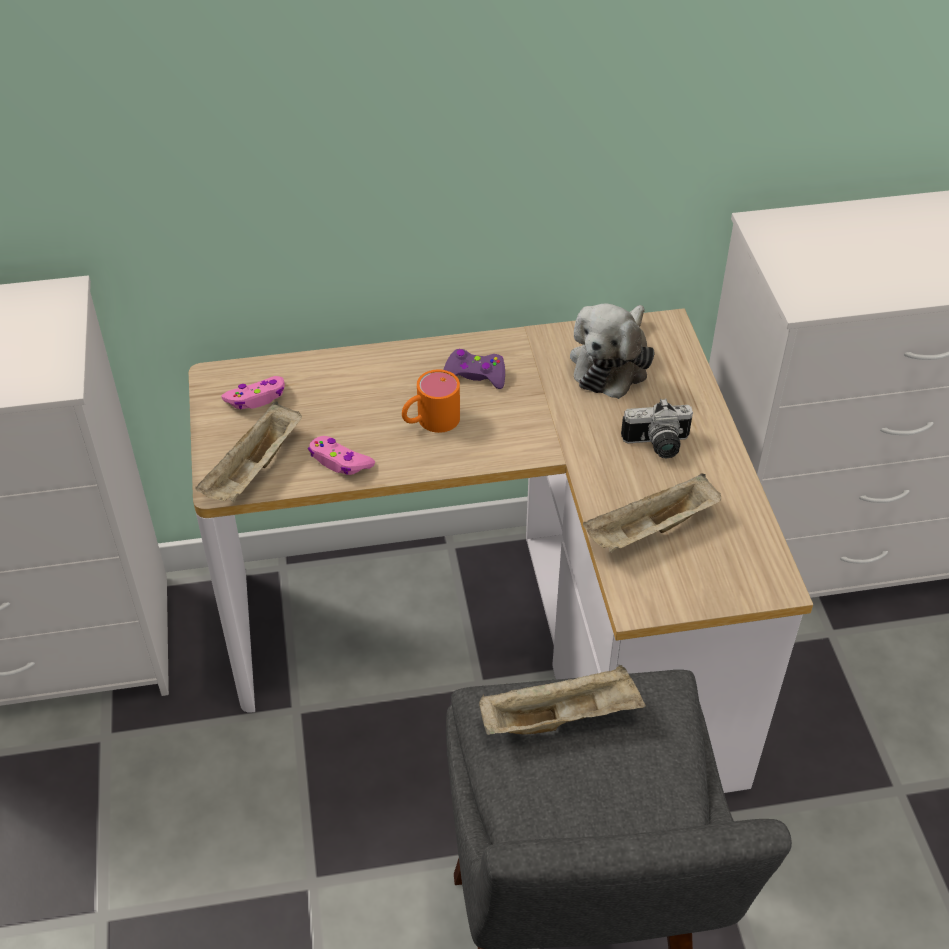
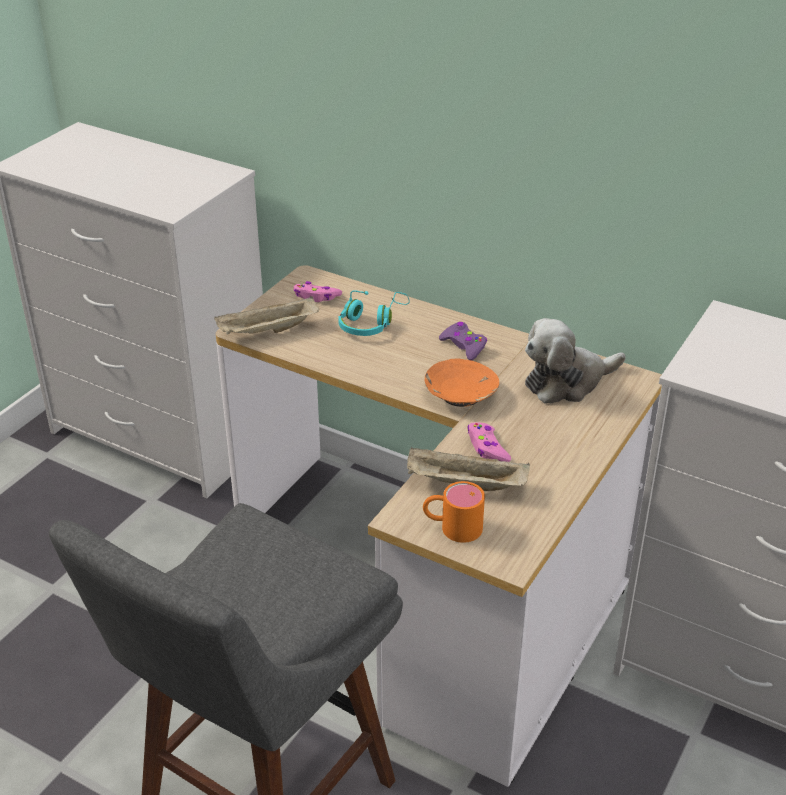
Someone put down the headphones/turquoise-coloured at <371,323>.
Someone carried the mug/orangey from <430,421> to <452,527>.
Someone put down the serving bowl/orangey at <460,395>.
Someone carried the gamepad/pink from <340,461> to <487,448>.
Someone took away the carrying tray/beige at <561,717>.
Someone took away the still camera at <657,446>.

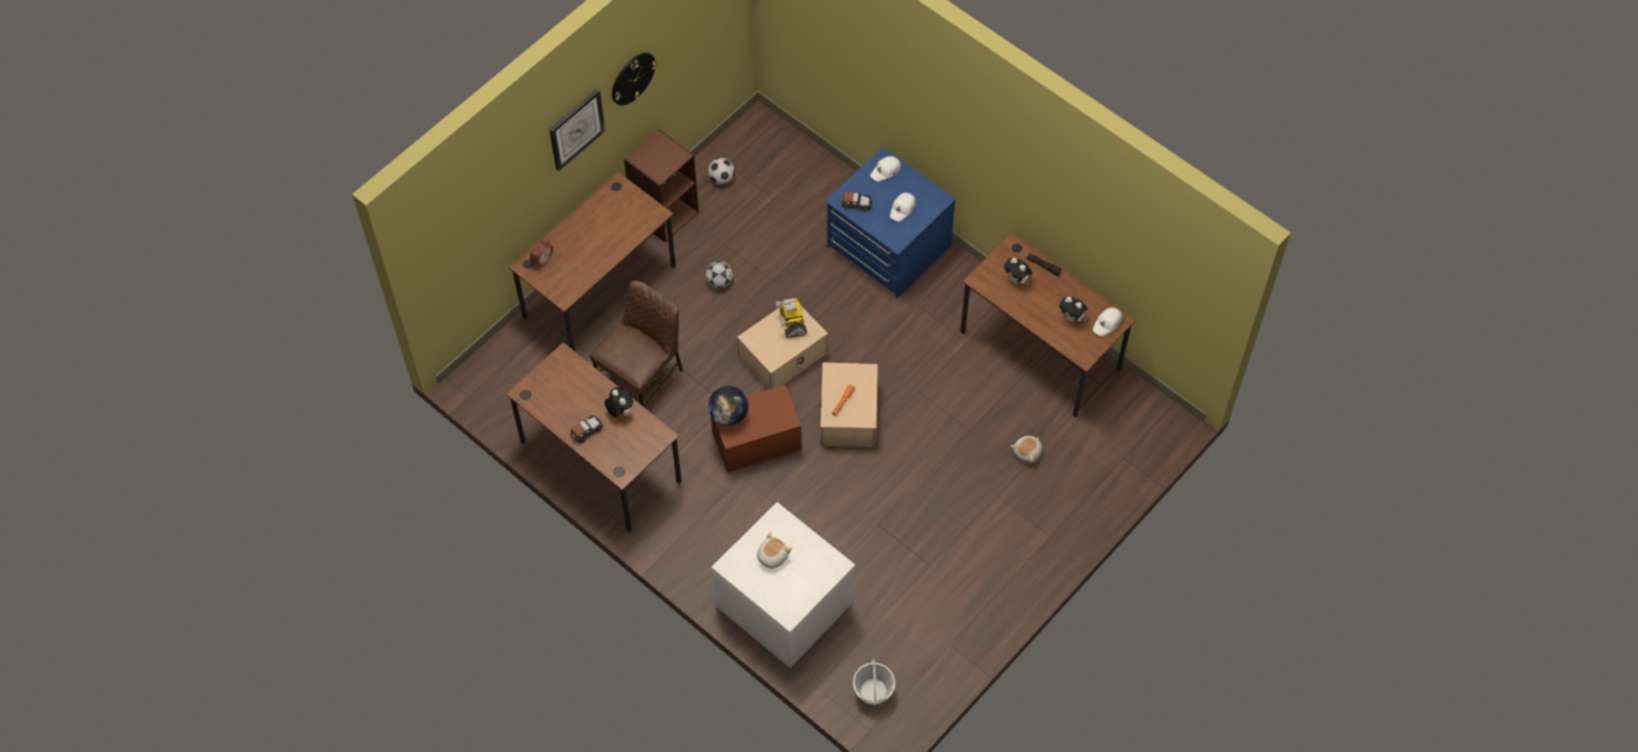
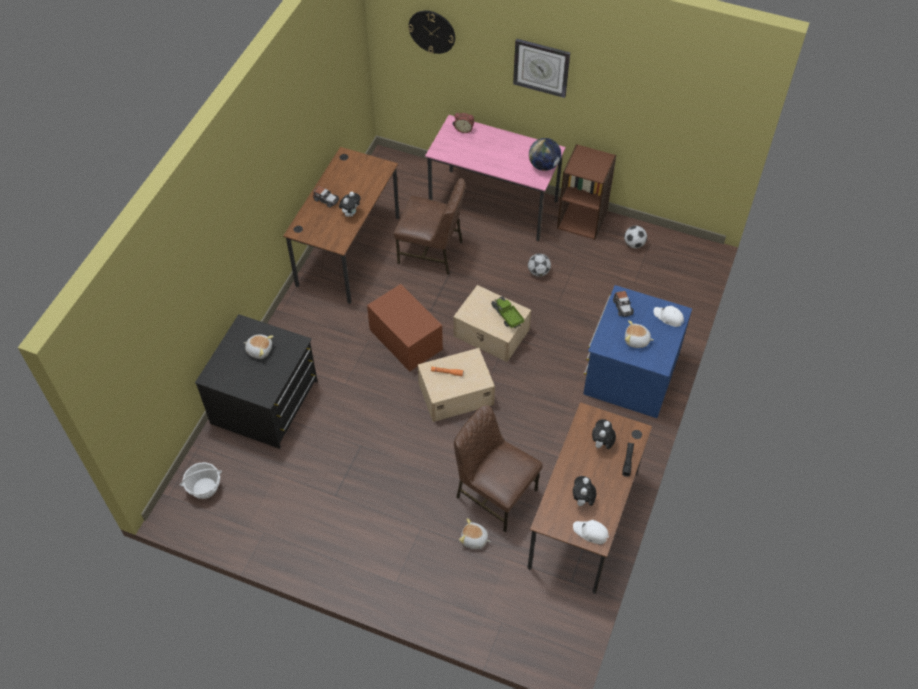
Someone repainted the drawer chest/white at <785,603>, which became the drawer chest/black at <266,403>.
Someone carried the wall clock from <632,78> to <432,31>.
Someone repainted the desk/brownish at <599,292>, which became the desk/pink at <493,204>.
Someone put down the upright chair/brownish at <495,493>.
Someone swapped the robot figure at <792,323> for the model truck at <506,316>.
Someone carried the desk globe from <729,415> to <544,165>.
Someone swapped the baseball cap/white at <903,208> for the soft toy at <636,340>.

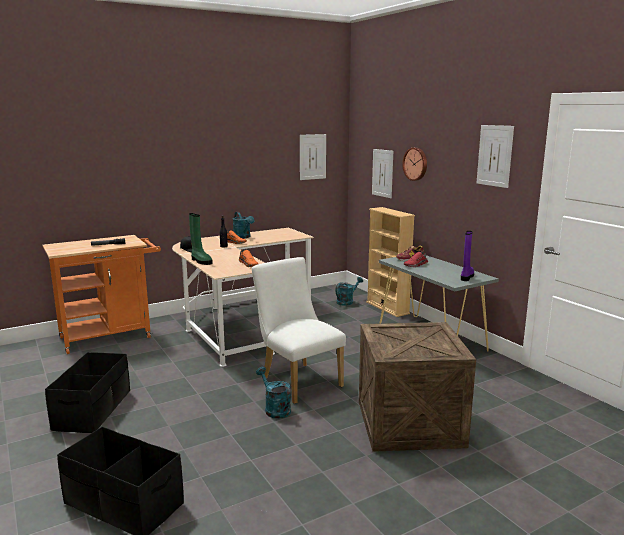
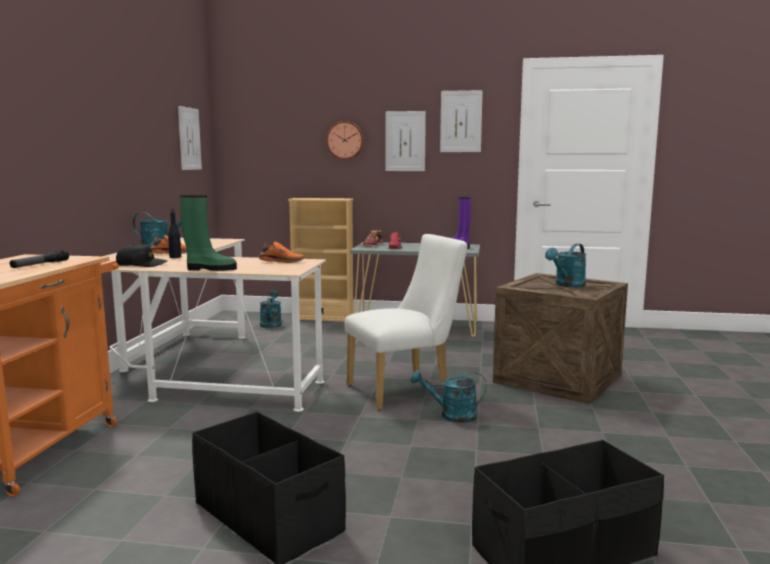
Someone rotated the upright chair/white at <297,380> by 150 degrees clockwise.
Someone carried the wall art from <382,173> to <405,141>.
Someone put down the watering can/turquoise-coloured at <567,285>.

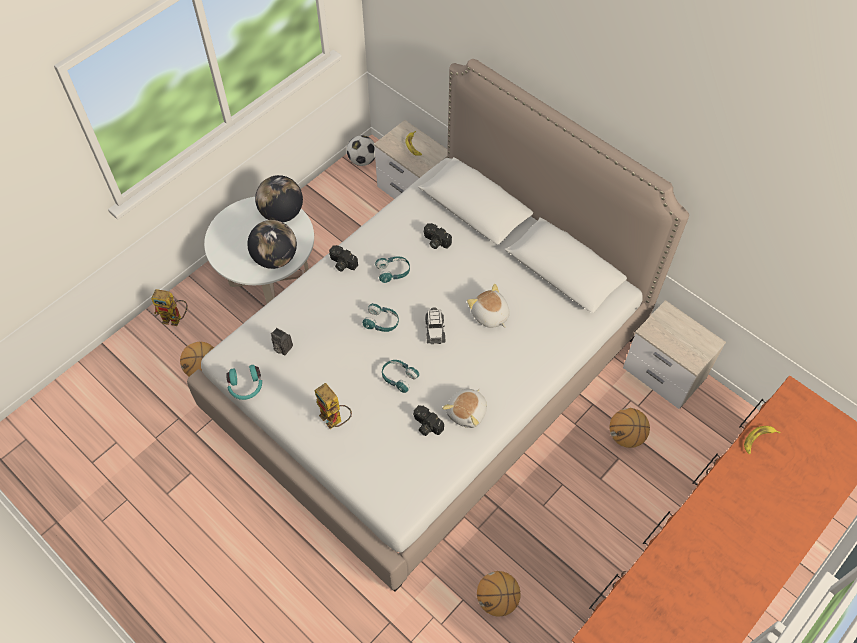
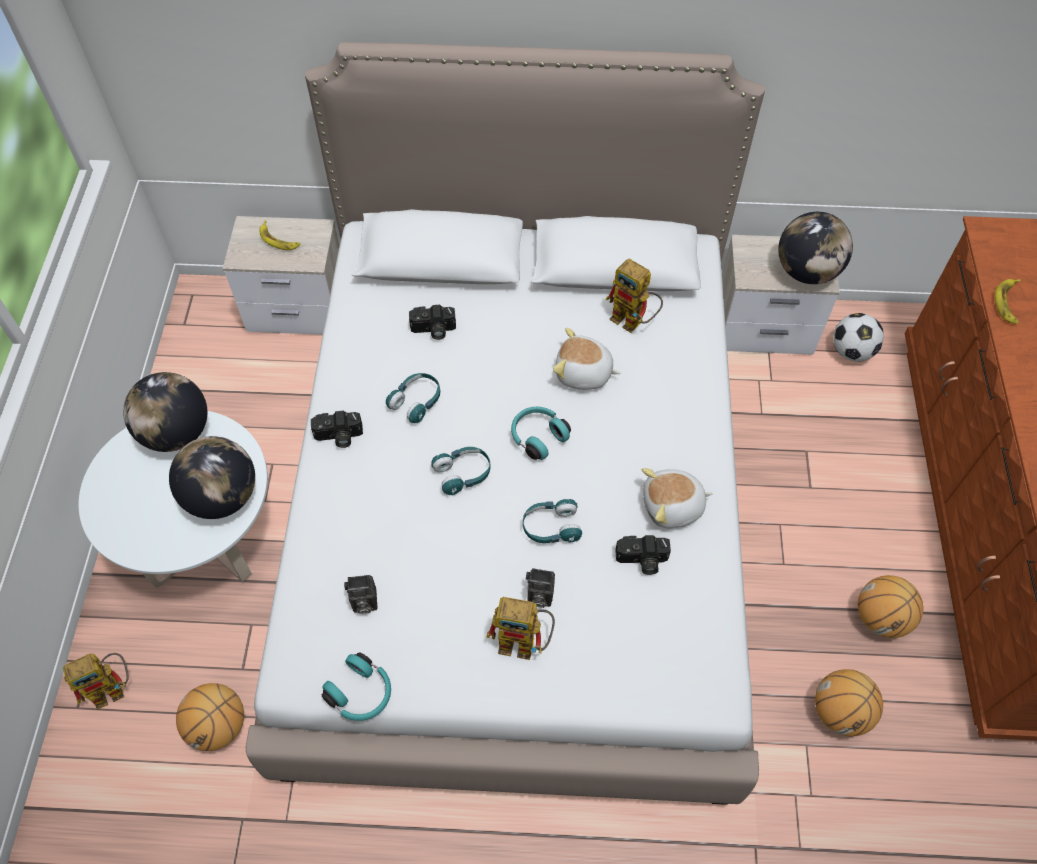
Someone swapped the model car at <435,330> for the headphones/turquoise-coloured at <537,436>.
Someone put down the still camera at <538,596>.
Someone put down the robot figure at <633,321>.
Someone rotated the soft toy at <467,412> by 90 degrees clockwise.
Someone put down the desk globe at <806,271>.
Someone carried the football ball from <362,160> to <851,351>.
Someone carried the basketball from <626,436> to <881,618>.

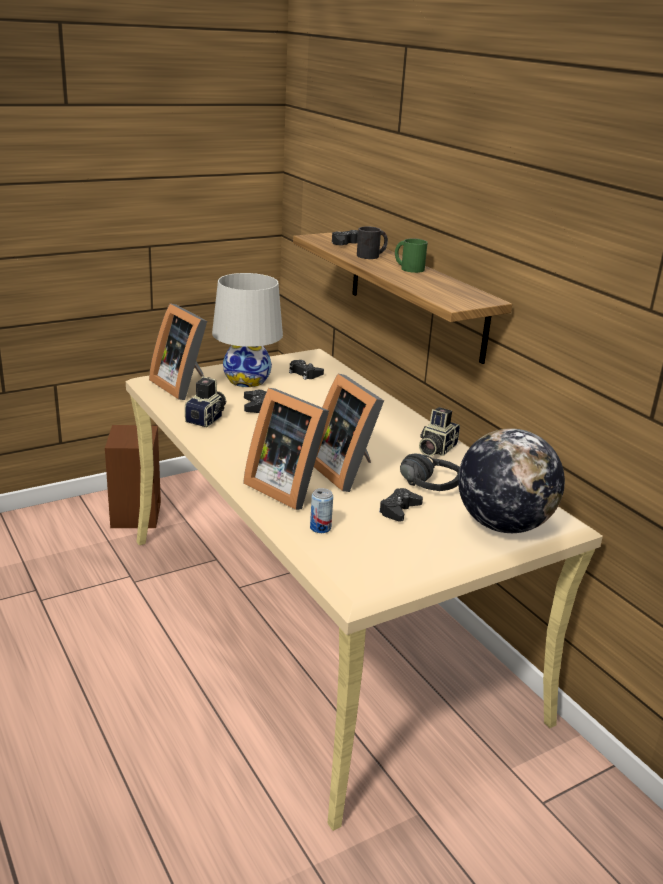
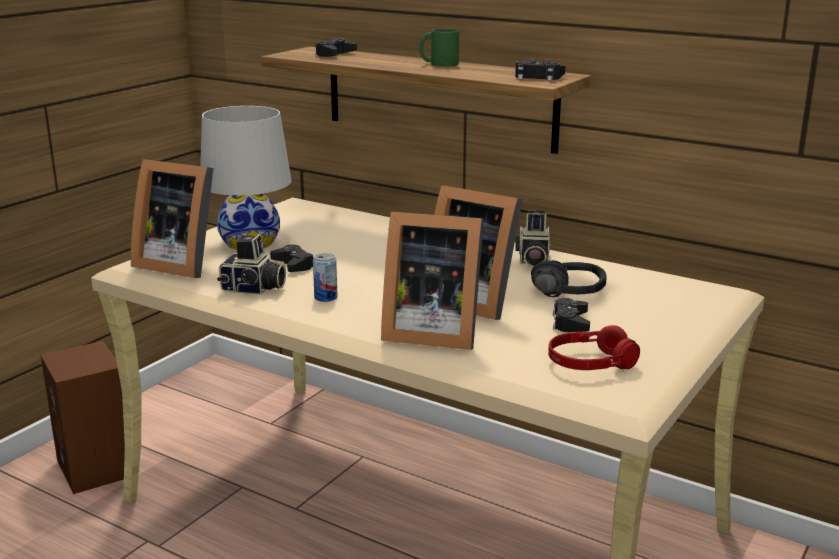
Someone rotated the still camera at <208,418> by 105 degrees clockwise.
Someone carried the can from <320,528> to <326,297>.
Someone carried the gamepad/black from <304,373> to <537,77>.
Someone put down the headphones/red at <591,363>.
Someone took away the mug/black at <372,255>.
Someone took away the desk globe at <502,525>.

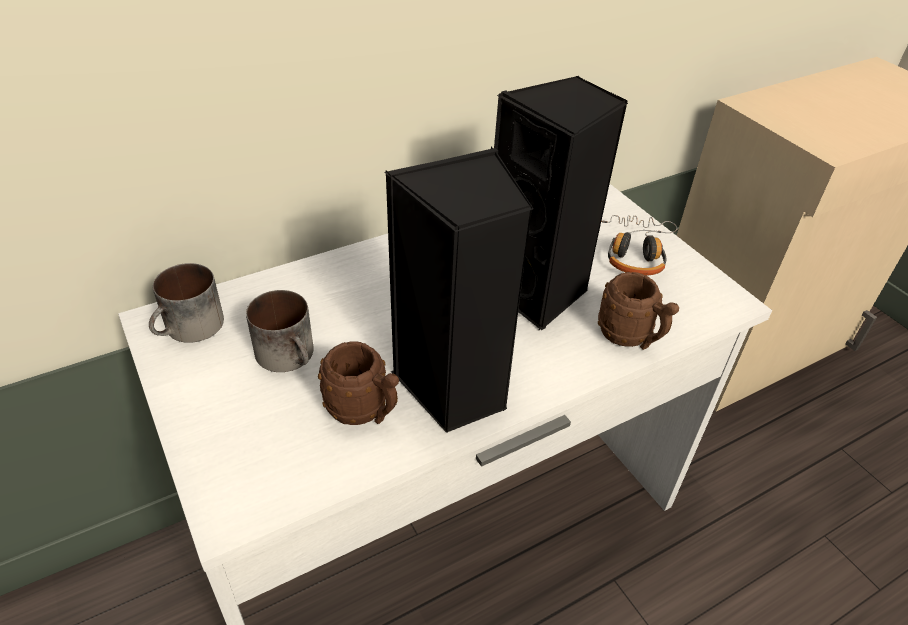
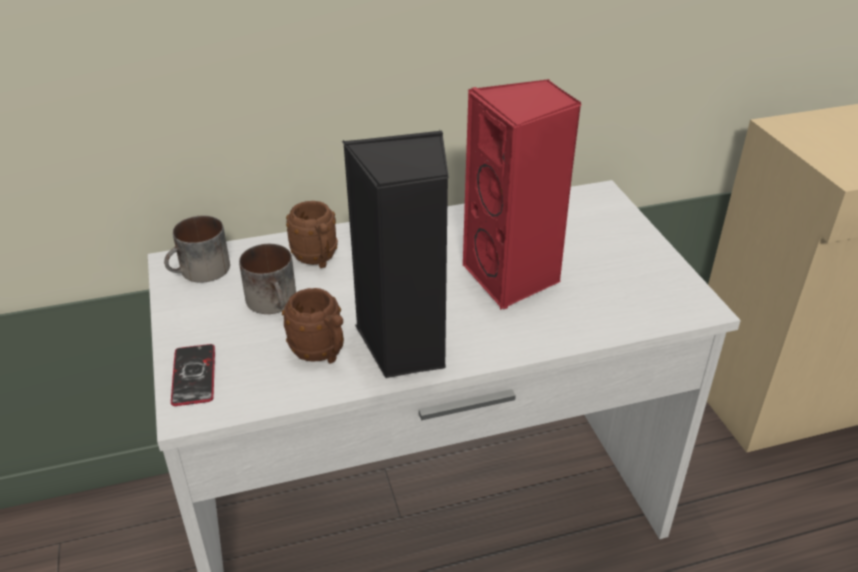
Someone put down the phone at <194,375>.
Someone carried the mug/brownish from <630,338> to <317,259>.
Someone repainted the audio speaker/black at <539,292>, which became the audio speaker/red at <513,278>.
Someone took away the headphones at <635,252>.

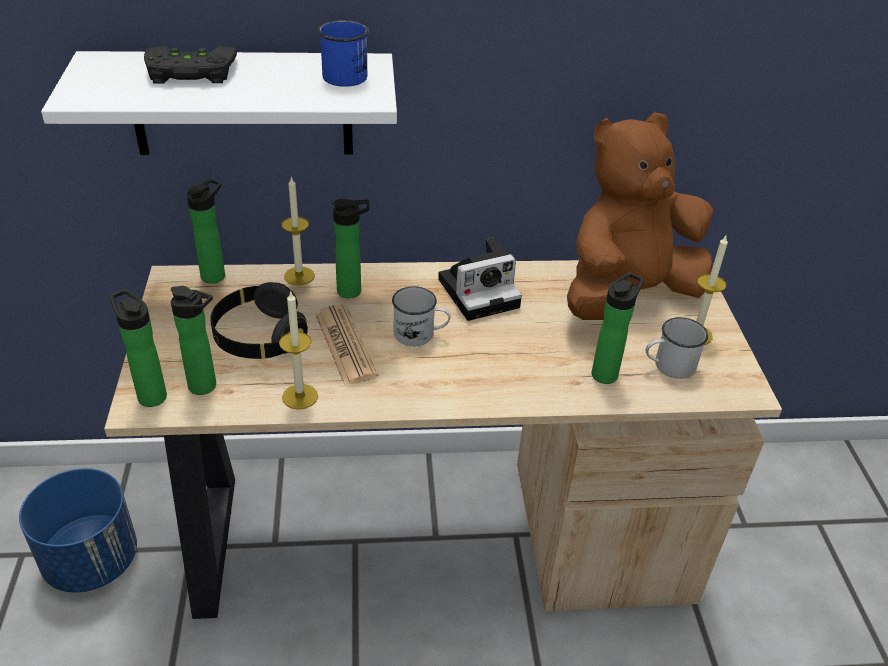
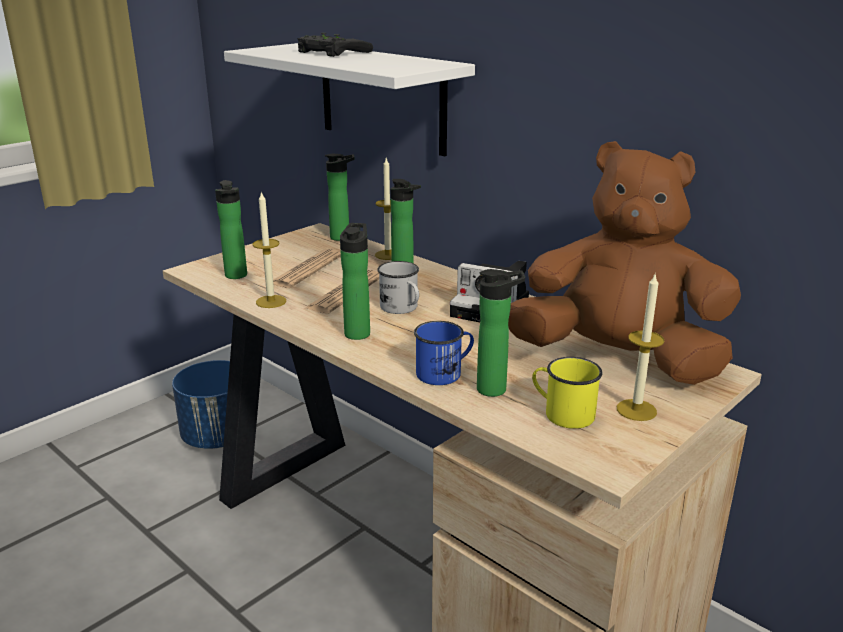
Someone swapped the headphones/black at <259,338> for the printed paper at <306,270>.
Someone carried the bottle from <150,395> to <358,332>.
Someone carried the mug/blue from <347,74> to <445,373>.
Someone repainted the mug/white at <668,366>, which became the mug/yellow at <562,413>.

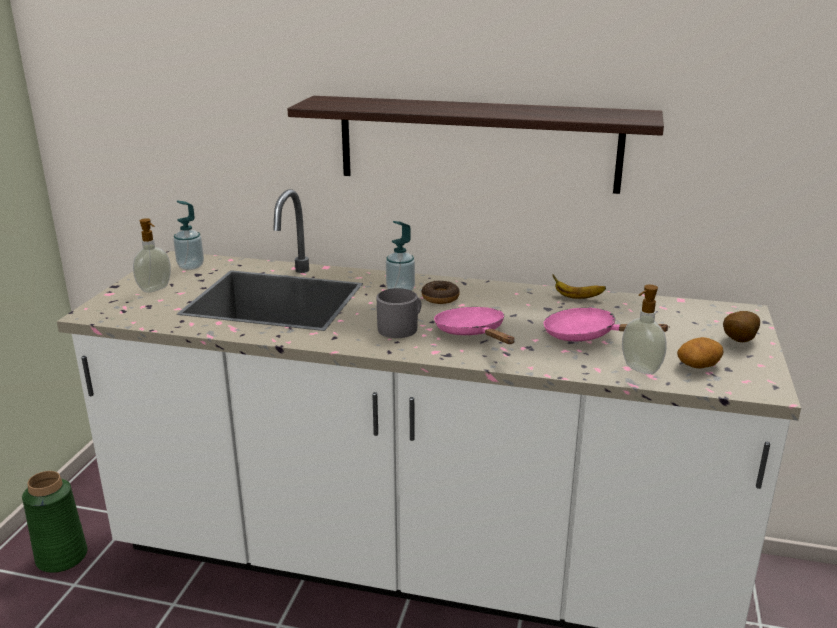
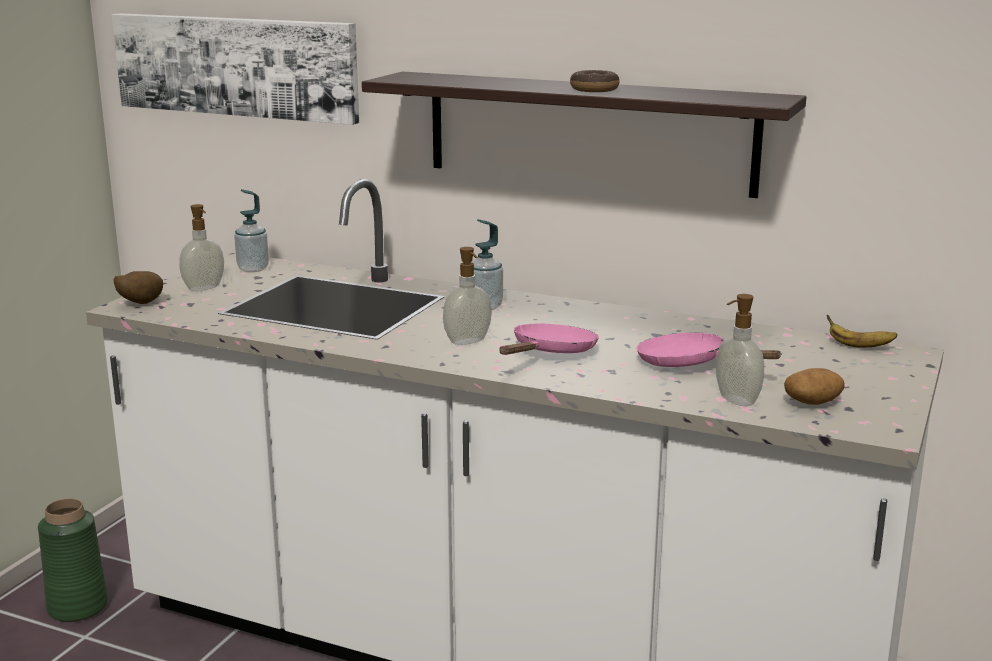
Someone put up the wall art at <236,66>.
Someone carried the spud from <737,341> to <139,303>.
Someone swapped the mug/greyish at <401,327> for the soap dispenser at <468,342>.
Someone rotated the pan/pink at <473,333> by 45 degrees clockwise.
Someone carried the ring doughnut from <440,298> to <594,89>.
Someone carried the whole banana from <577,297> to <858,346>.

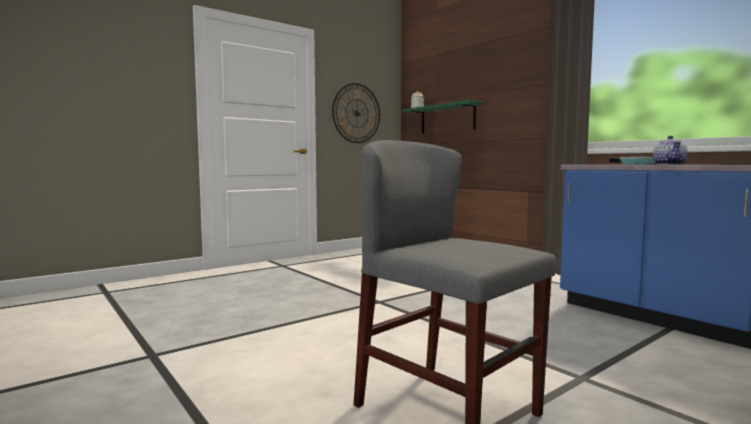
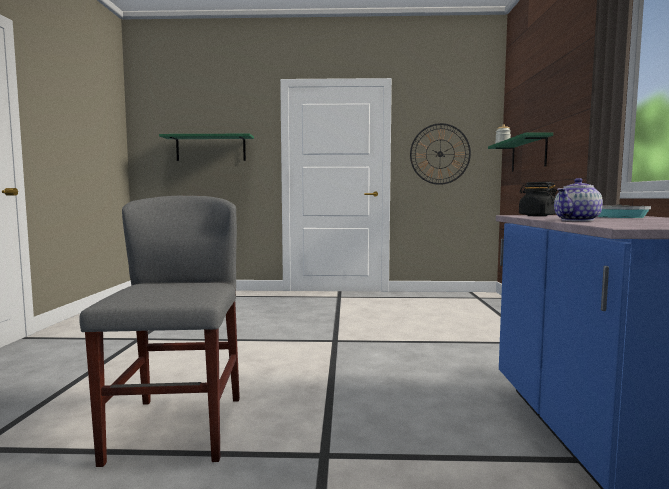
Someone put up the bracket shelf/green at <211,148>.
Someone put down the preserve jar/black at <536,215>.

